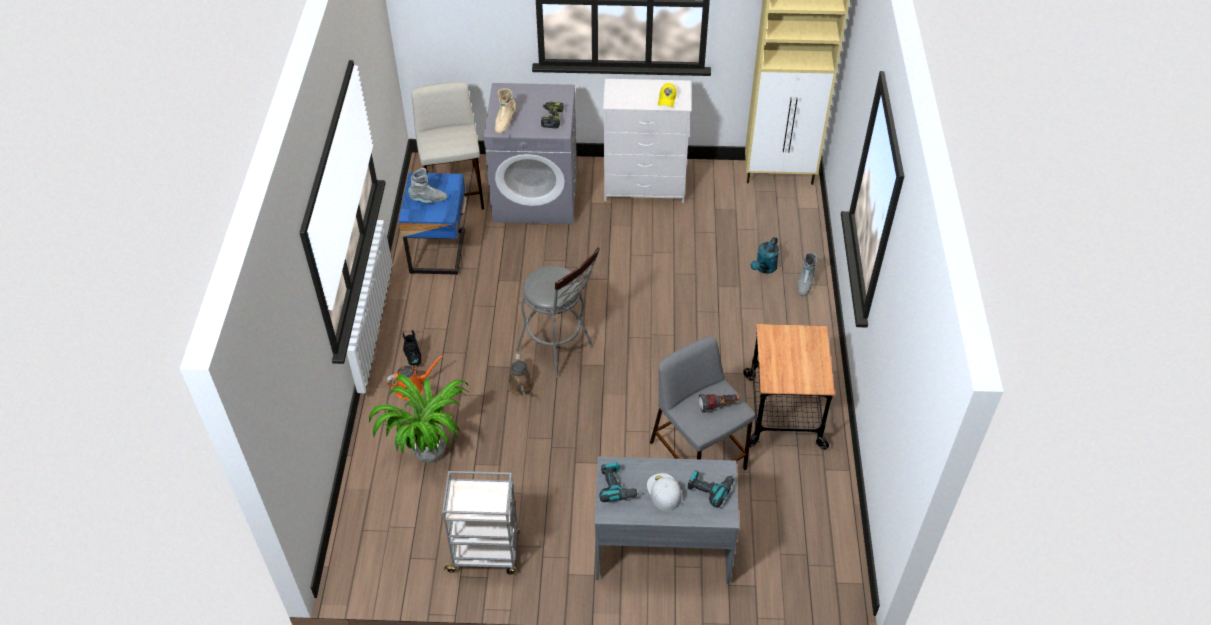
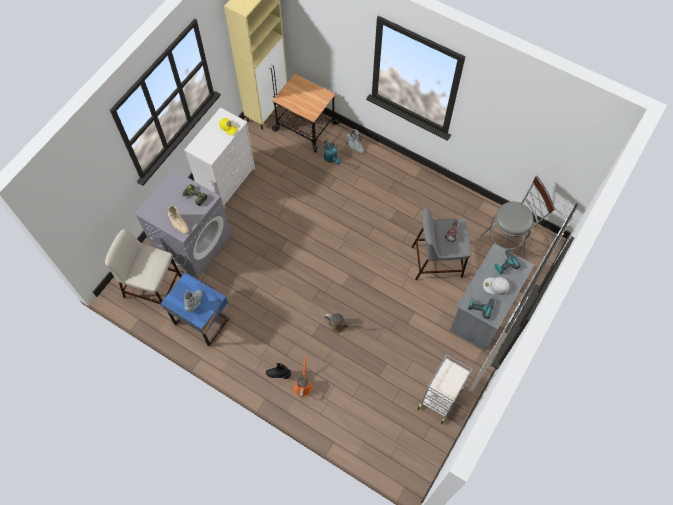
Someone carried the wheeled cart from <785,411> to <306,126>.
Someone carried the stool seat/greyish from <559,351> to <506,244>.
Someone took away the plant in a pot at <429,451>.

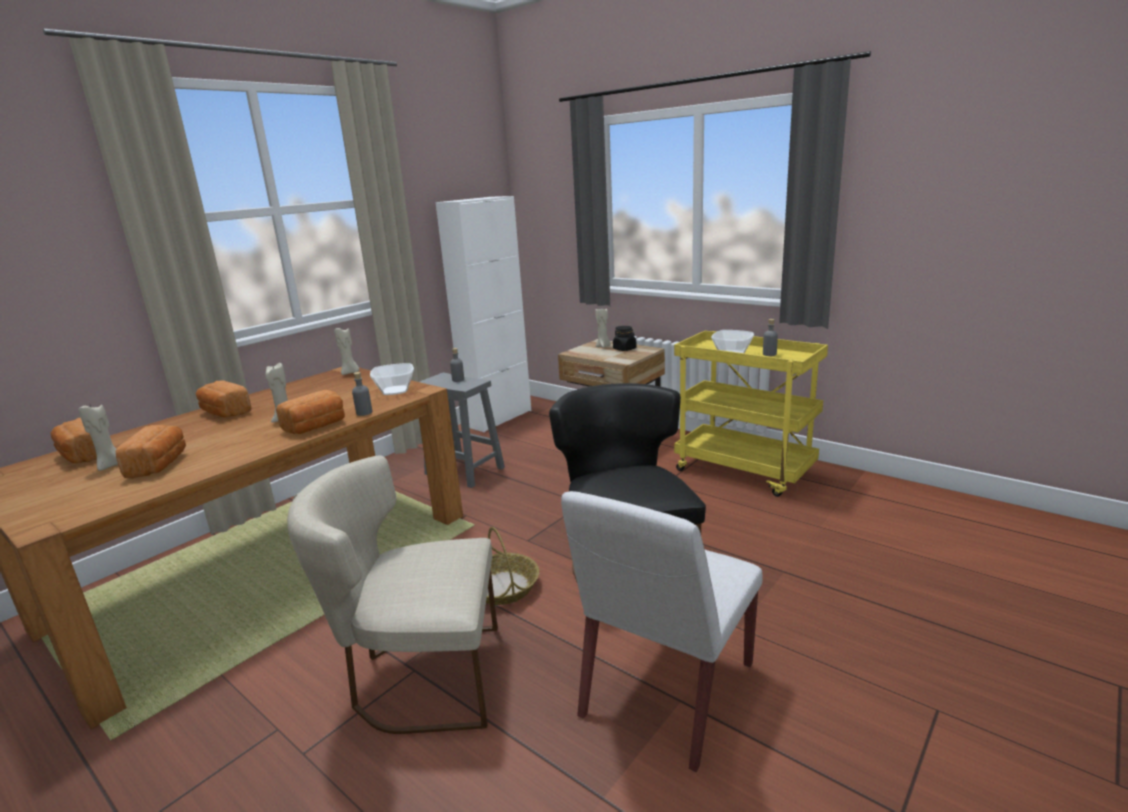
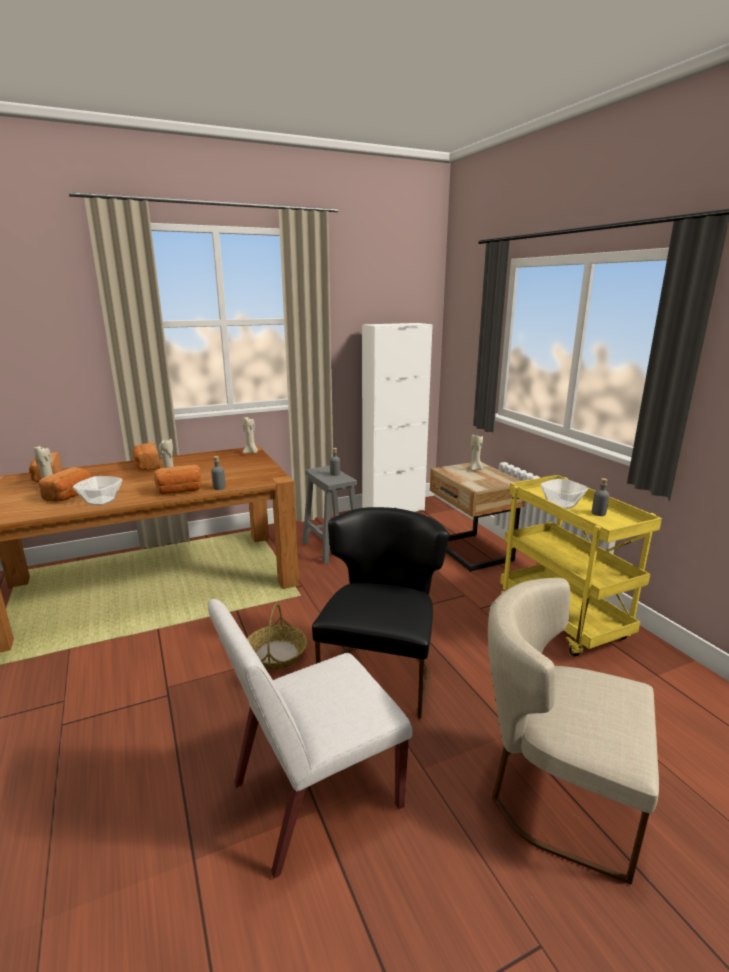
Someone carried the serving bowl from <394,391> to <100,501>.
Someone carried the upright chair/beige from <419,678> to <554,794>.
Someone took away the preserve jar/black at <624,349>.

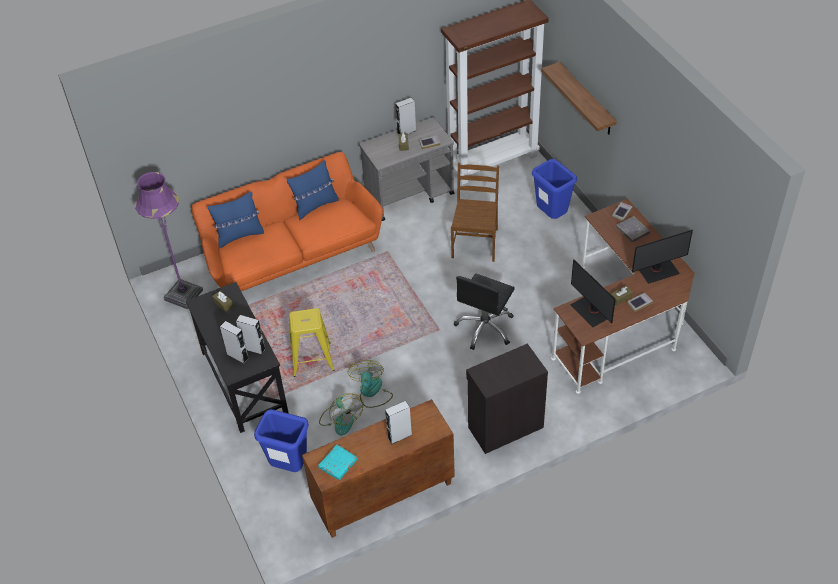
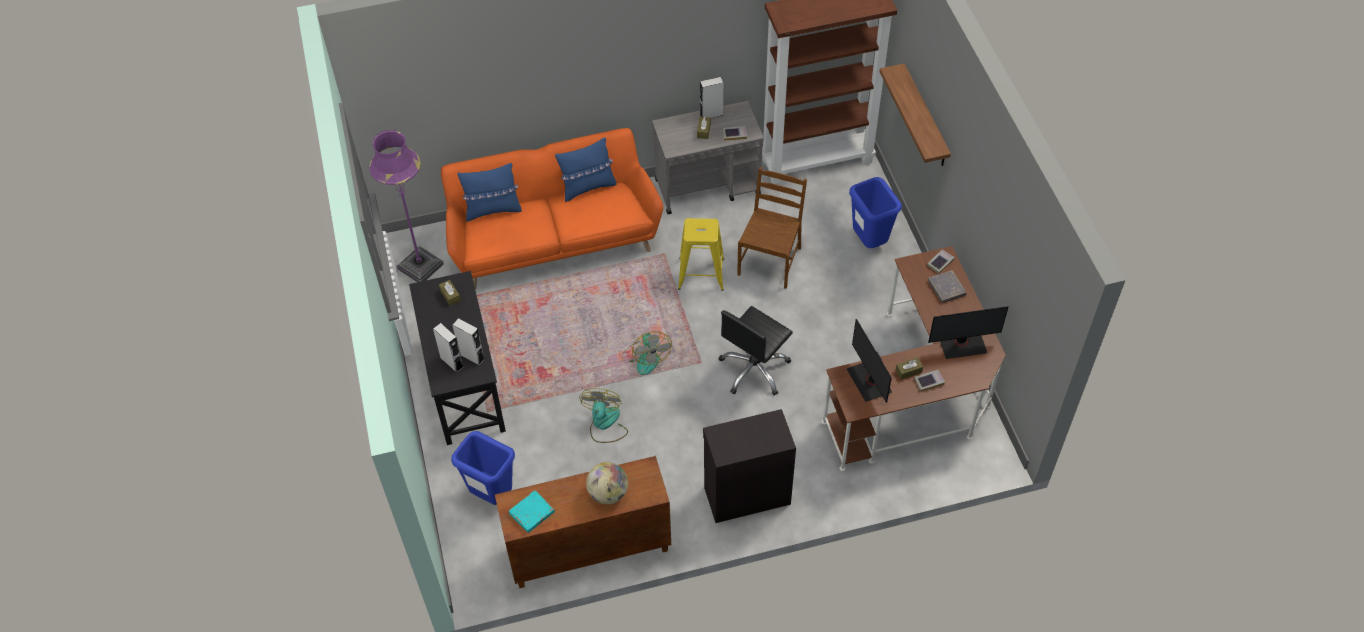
Someone swapped the audio speaker/greyish at <399,436> for the desk globe at <608,493>.
Someone carried the cooling fan from <341,419> to <645,357>.
Someone carried the stool seat/yellow from <312,359> to <701,274>.

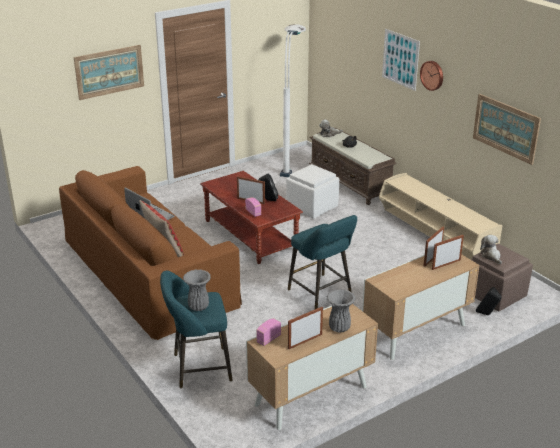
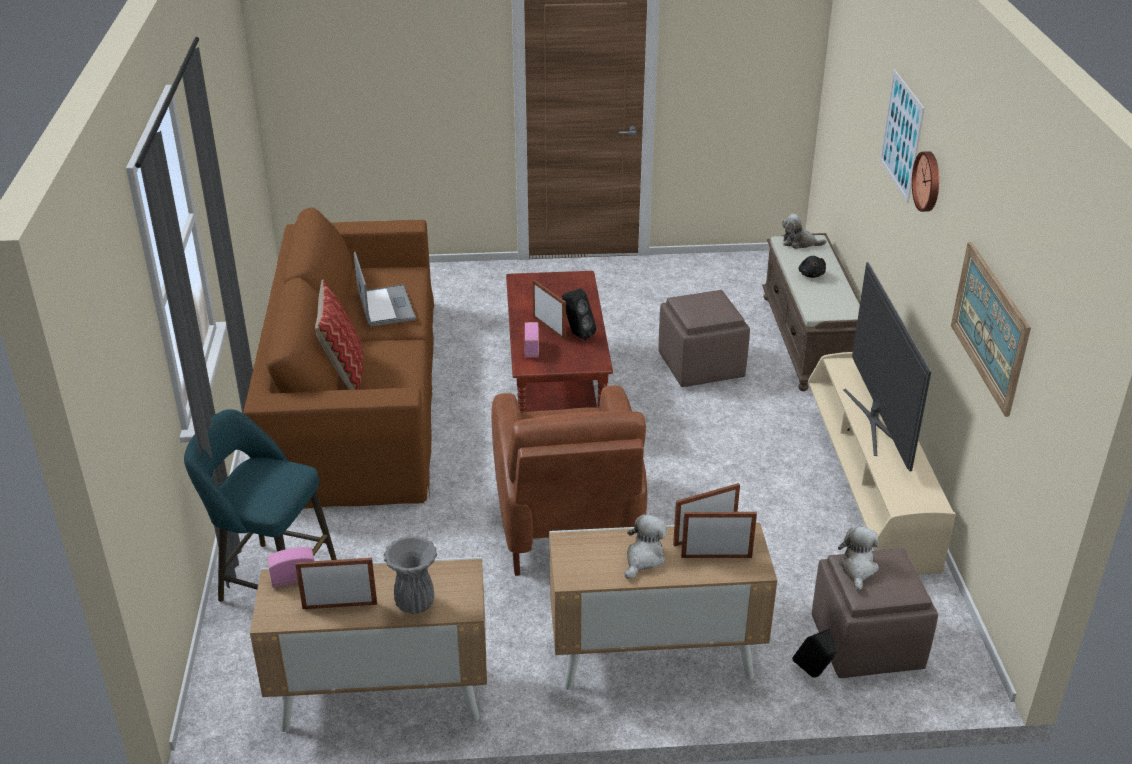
Someone swapped the stool seat/turquoise-coloured at <322,294> for the armchair/brownish at <568,526>.
Someone put down the soft toy at <643,558>.
Someone repainted the ottoman/white at <311,207>, which became the ottoman/brownish at <700,365>.
Someone put down the TV set at <876,421>.
Someone took away the wall art at <109,72>.
Someone took away the flower vase/greyish at <199,306>.
Someone took away the standing lamp/white at <291,165>.

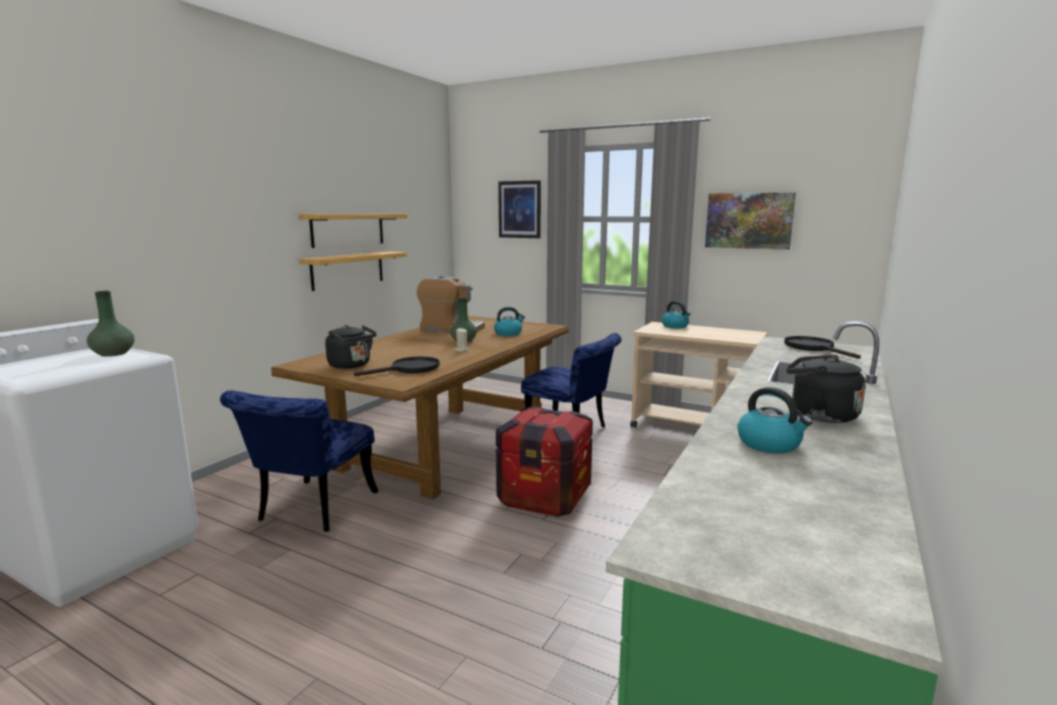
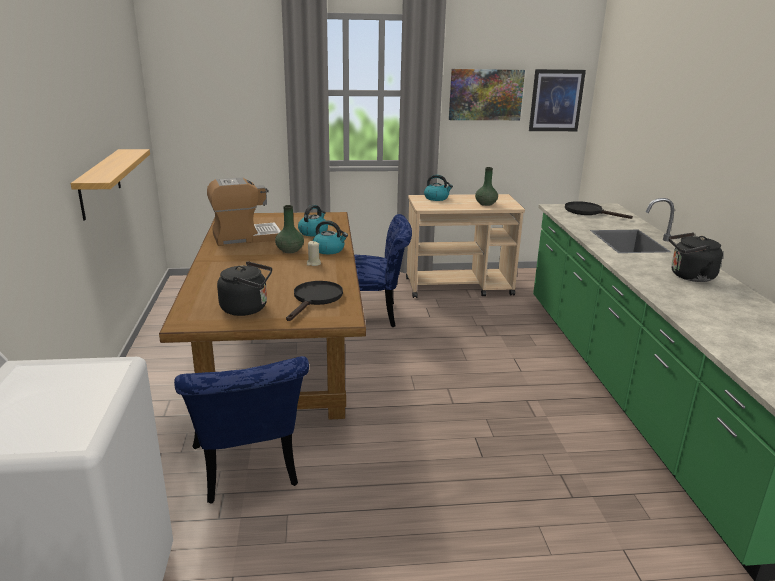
Someone carried the kettle from <770,444> to <329,250>.
Someone carried the flower vase/green from <113,354> to <486,204>.
Someone carried the wall art from <519,209> to <556,100>.
Someone took away the bracket shelf at <348,229>.
Someone took away the shipping crate at <544,496>.

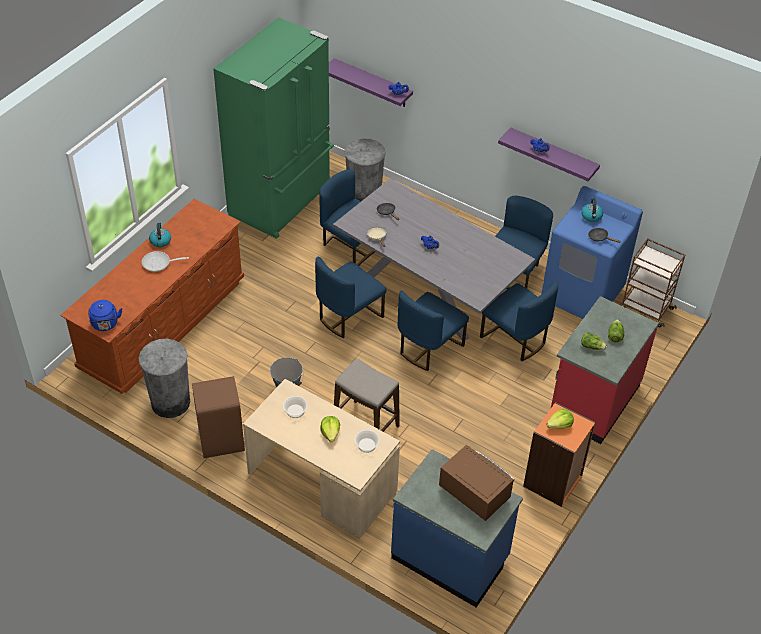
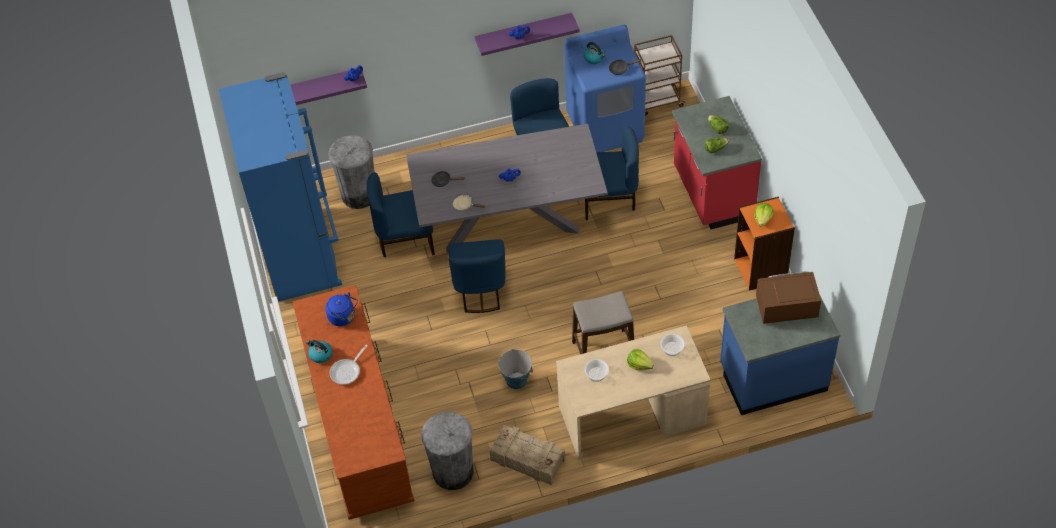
Someone repainted the kitchen fridge/green at <282,201>, which became the kitchen fridge/blue at <301,253>.
Someone carried the kettle/blue from <105,324> to <343,317>.
Someone swapped the waste bin/brownish at <221,440> for the shipping crate at <527,459>.
Someone took away the upright chair/blue at <428,348>.

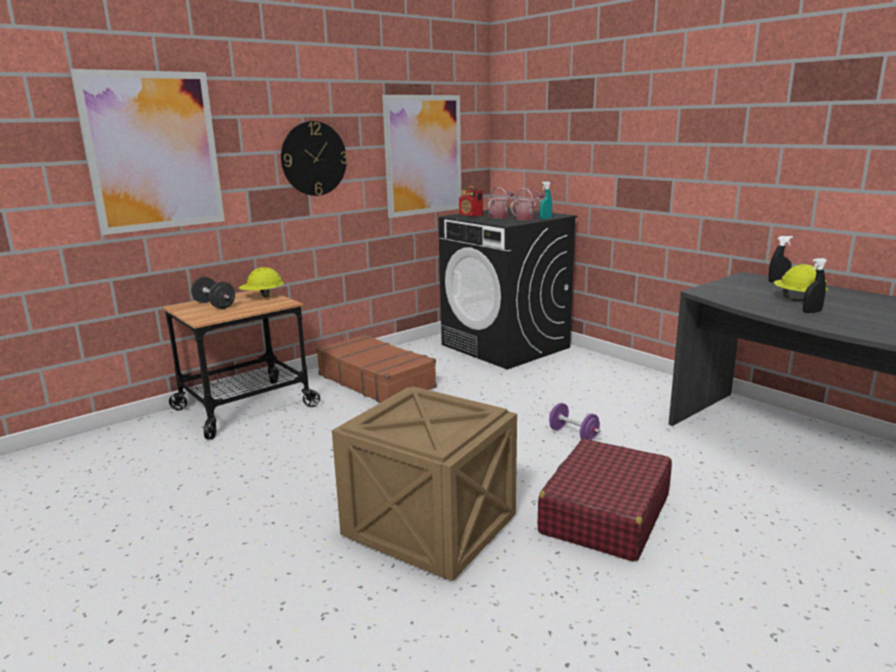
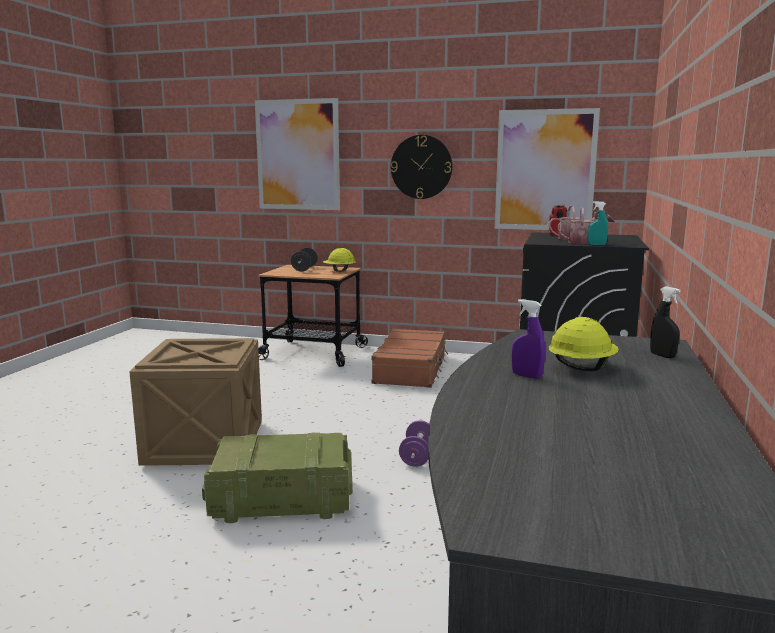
Someone swapped the suitcase/red at <604,514> for the shipping crate at <280,500>.
Someone repainted the hand sprayer/black at <812,312>, which became the hand sprayer/purple-coloured at <526,376>.

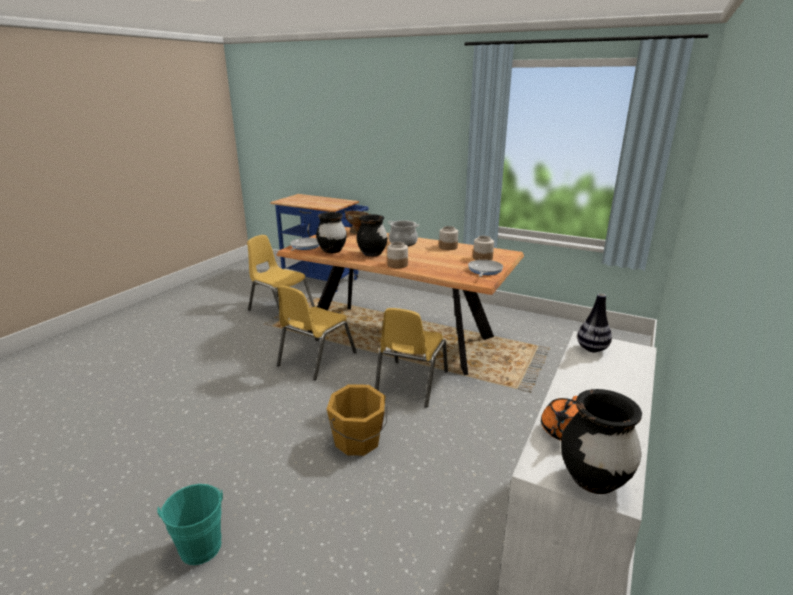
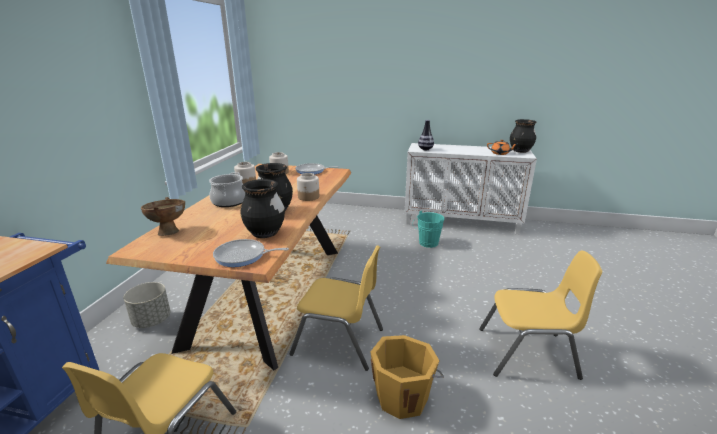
Someone put down the flower pot/greyish at <152,320>.
Someone carried the pail/orangey from <358,441> to <402,396>.
Someone carried the pail/turquoise-coloured from <200,544> to <427,243>.
Someone carried the upright chair/yellow from <411,383> to <527,353>.

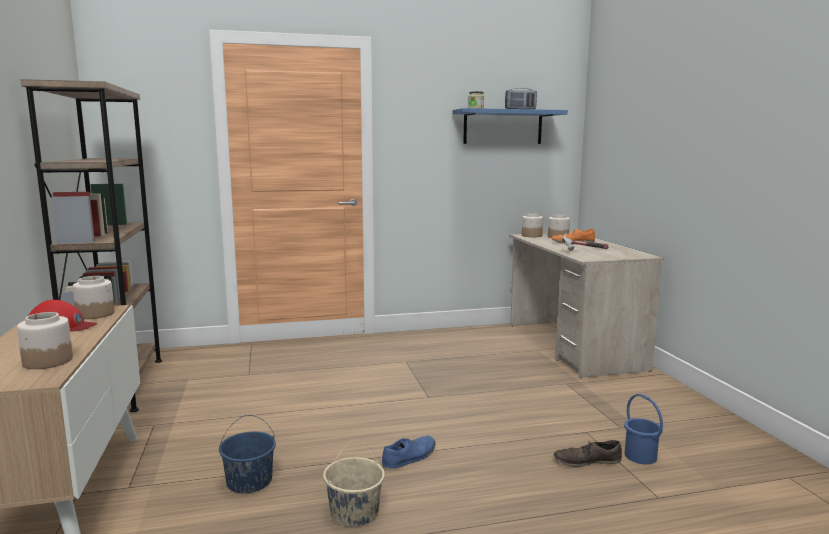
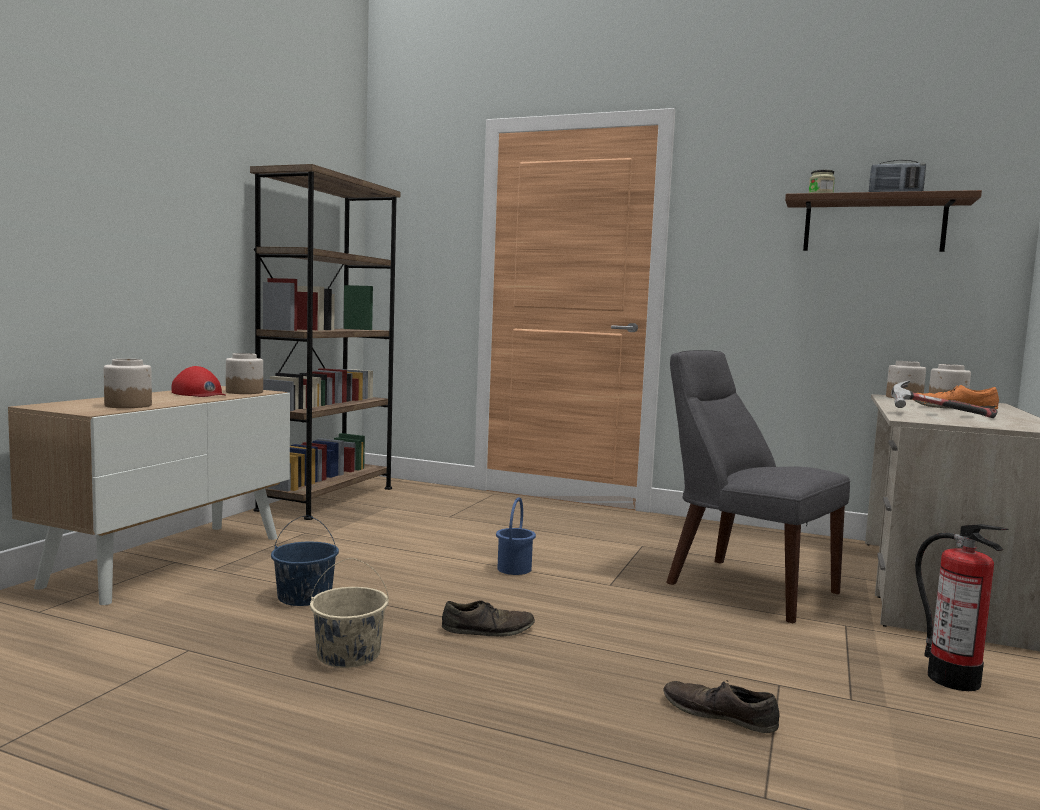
Someone repainted the low shoe/blue at <409,457>, which became the low shoe/brownish at <488,630>.
Someone carried the pail/blue from <640,456> to <515,569>.
Someone put down the upright chair/greyish at <744,586>.
Someone repainted the bracket shelf/blue at <503,127>, which became the bracket shelf/brownish at <873,225>.
Someone put down the fire-fighting cylinder at <953,679>.

